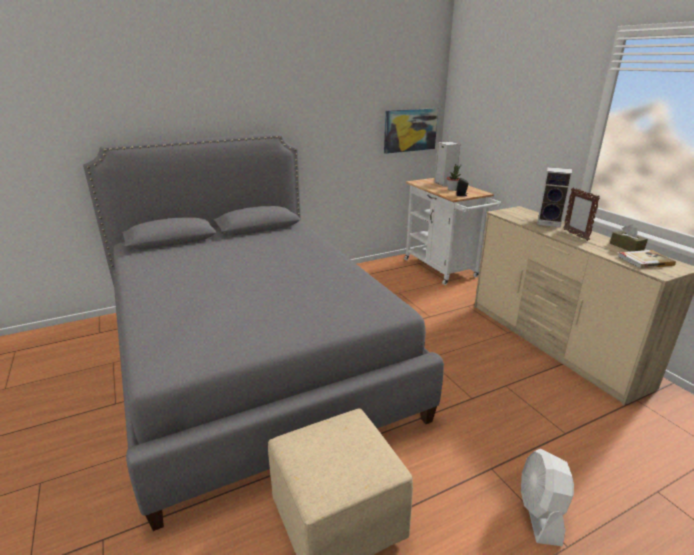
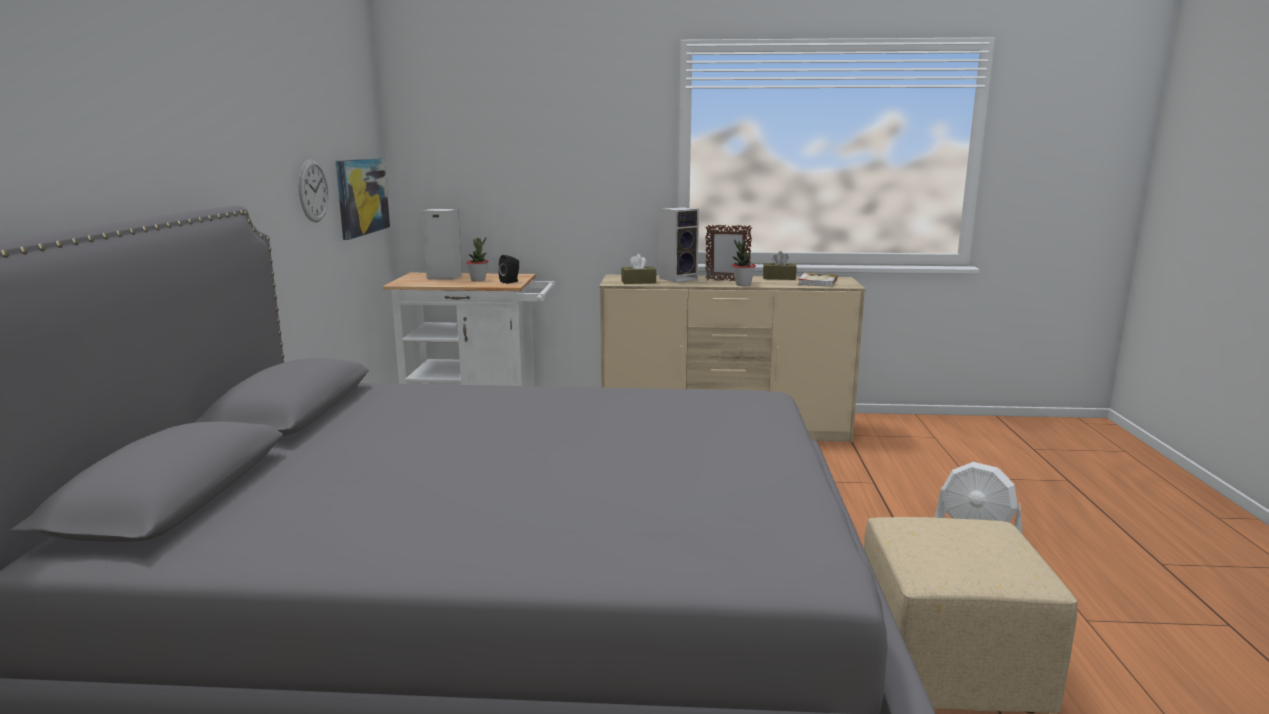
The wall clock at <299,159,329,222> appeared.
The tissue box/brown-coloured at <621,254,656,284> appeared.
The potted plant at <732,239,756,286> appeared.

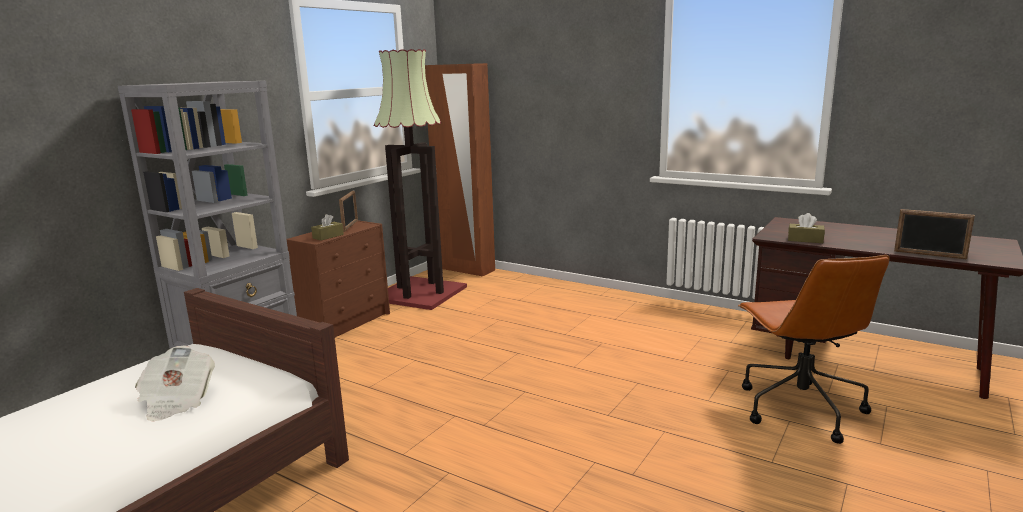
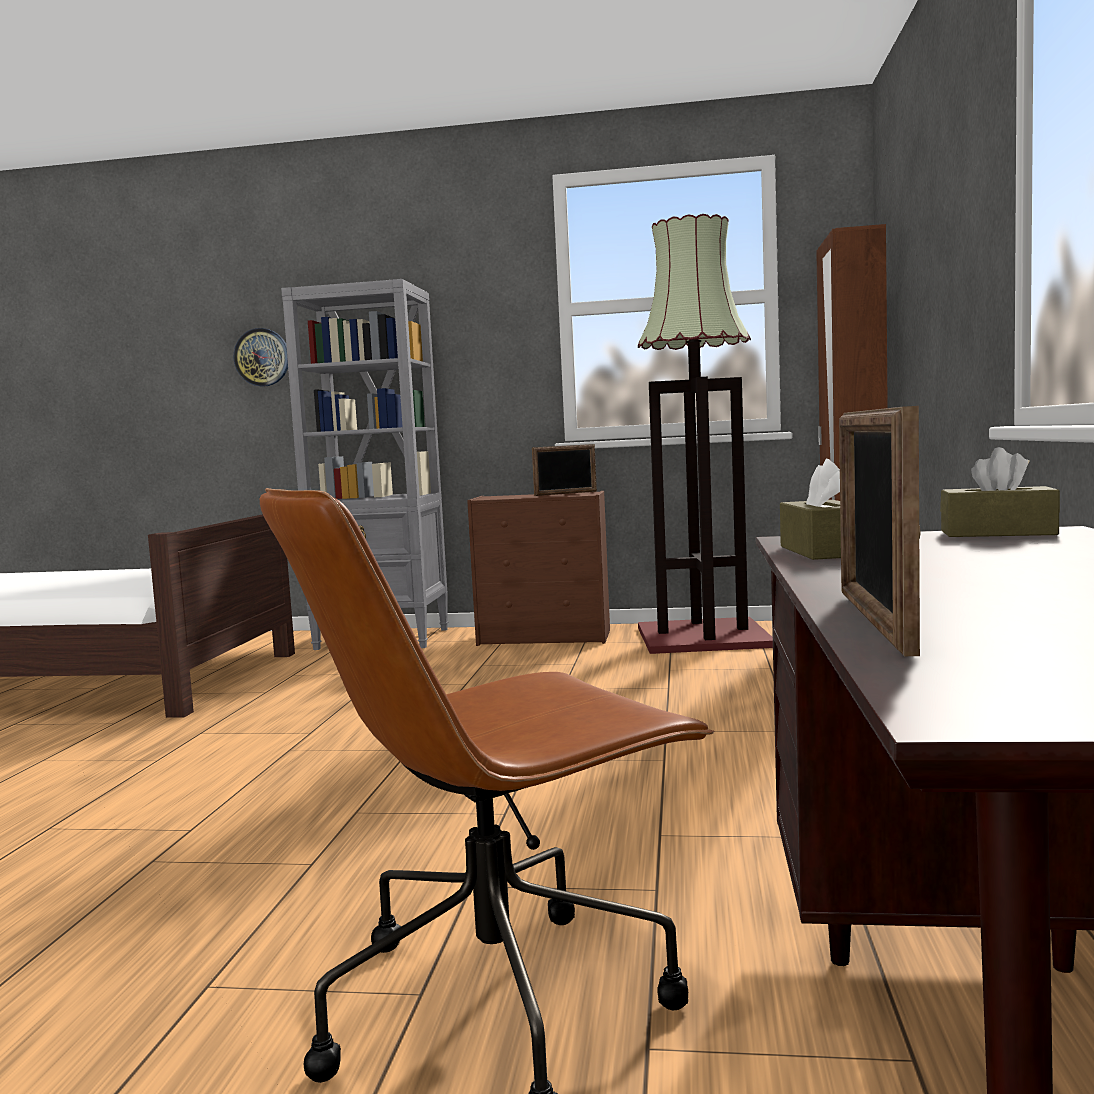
The newspaper at <135,346,215,422> disappeared.
The tissue box/brown-coloured moved from <311,214,344,241> to <940,447,1060,537>.
The wall clock at <234,328,288,387> appeared.

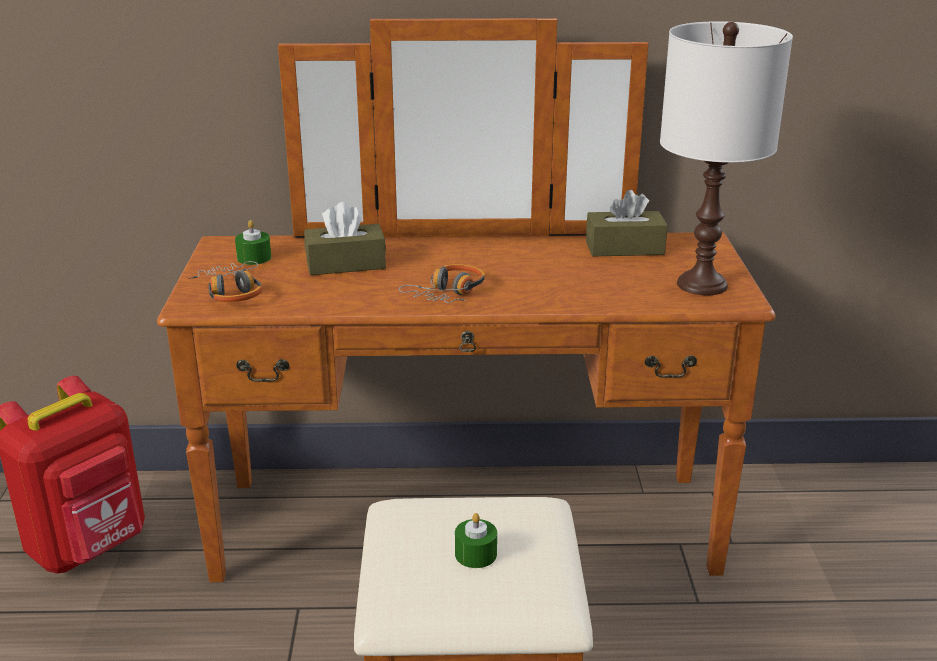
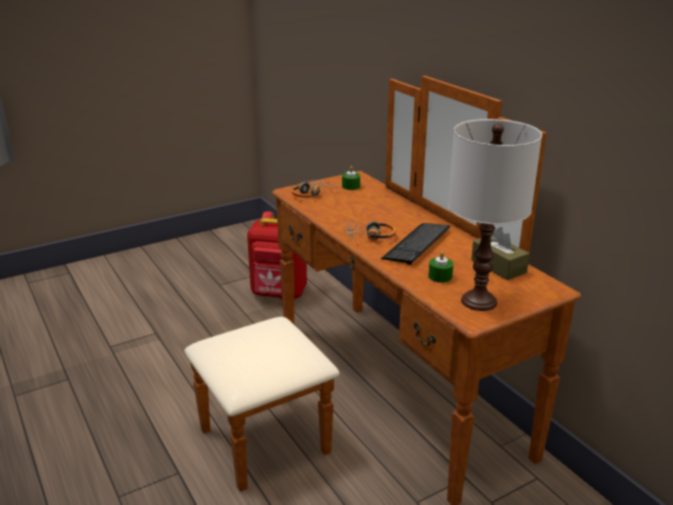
The tissue box/brown-coloured at <304,202,386,275> disappeared.
The wax light/green moved from <455,513,497,568> to <428,251,454,283>.
The PC keyboard at <381,223,450,265> appeared.

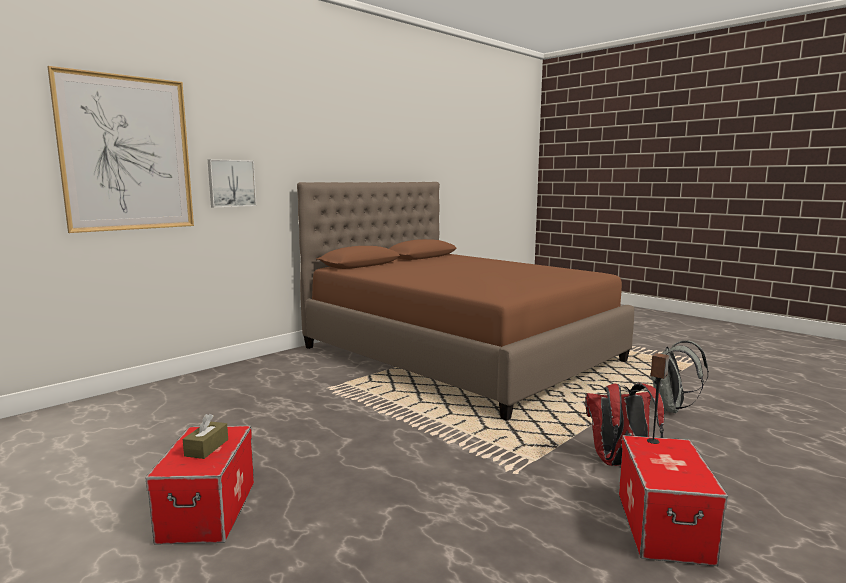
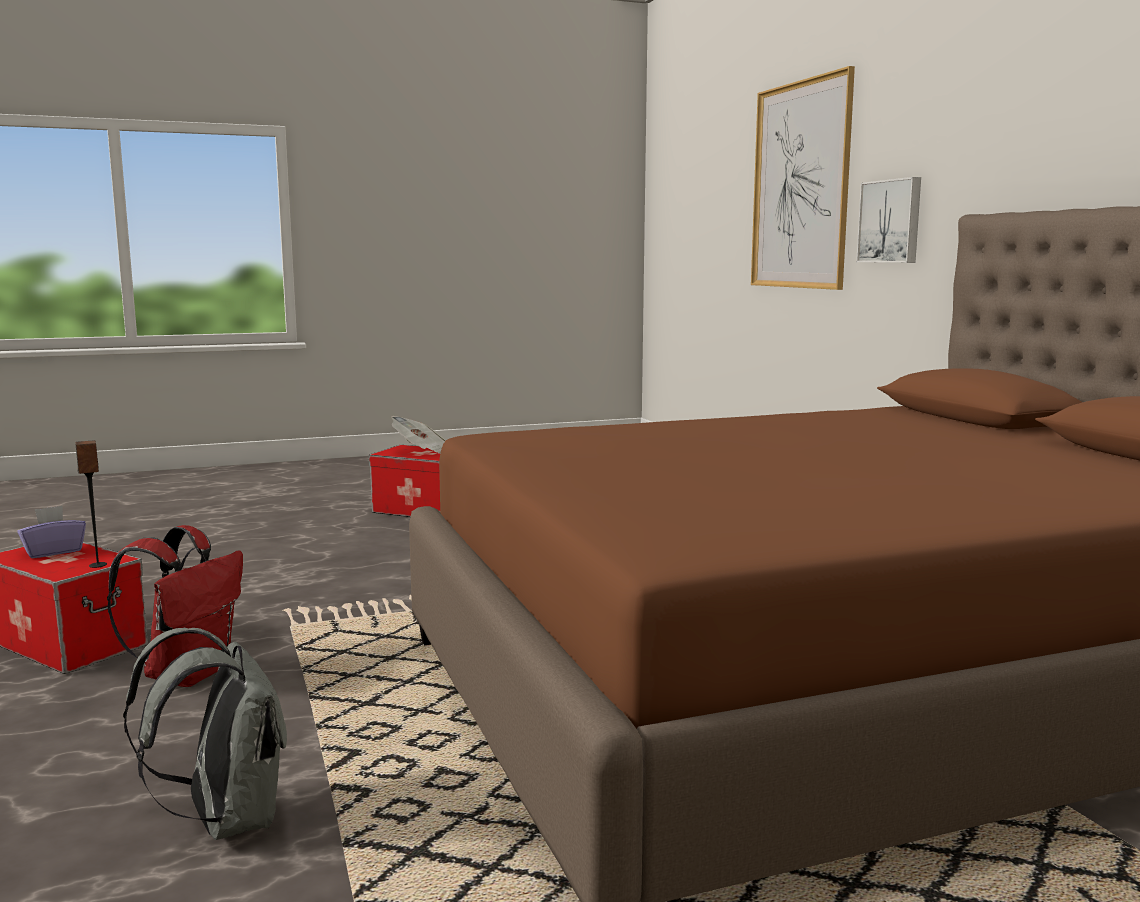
The tissue box/brown-coloured at <183,414,228,459> was replaced by the newspaper at <391,416,446,454>.
The tissue box/purplish at <17,506,86,558> appeared.

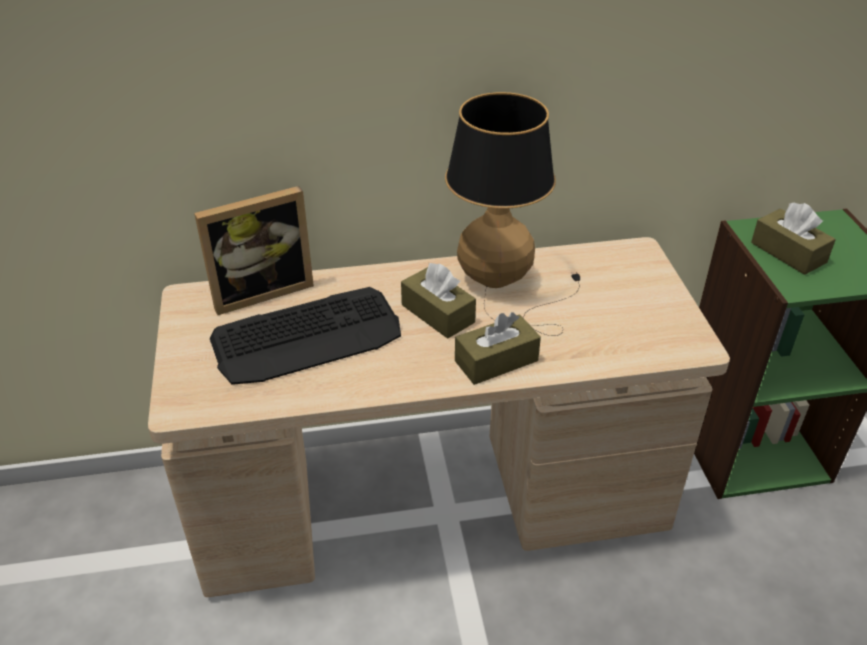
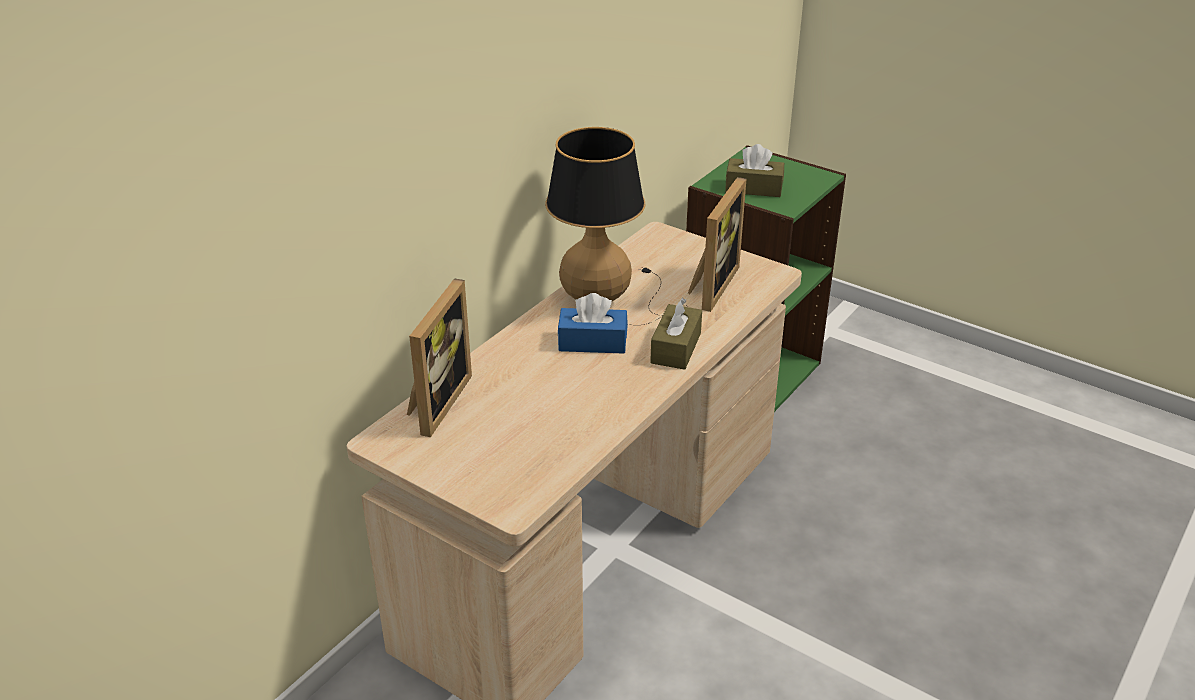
The PC keyboard at <210,287,401,385> disappeared.
The tissue box/brown-coloured at <401,263,476,339> became the tissue box/blue-coloured at <558,293,628,354>.
The standing frame at <688,177,746,312> appeared.

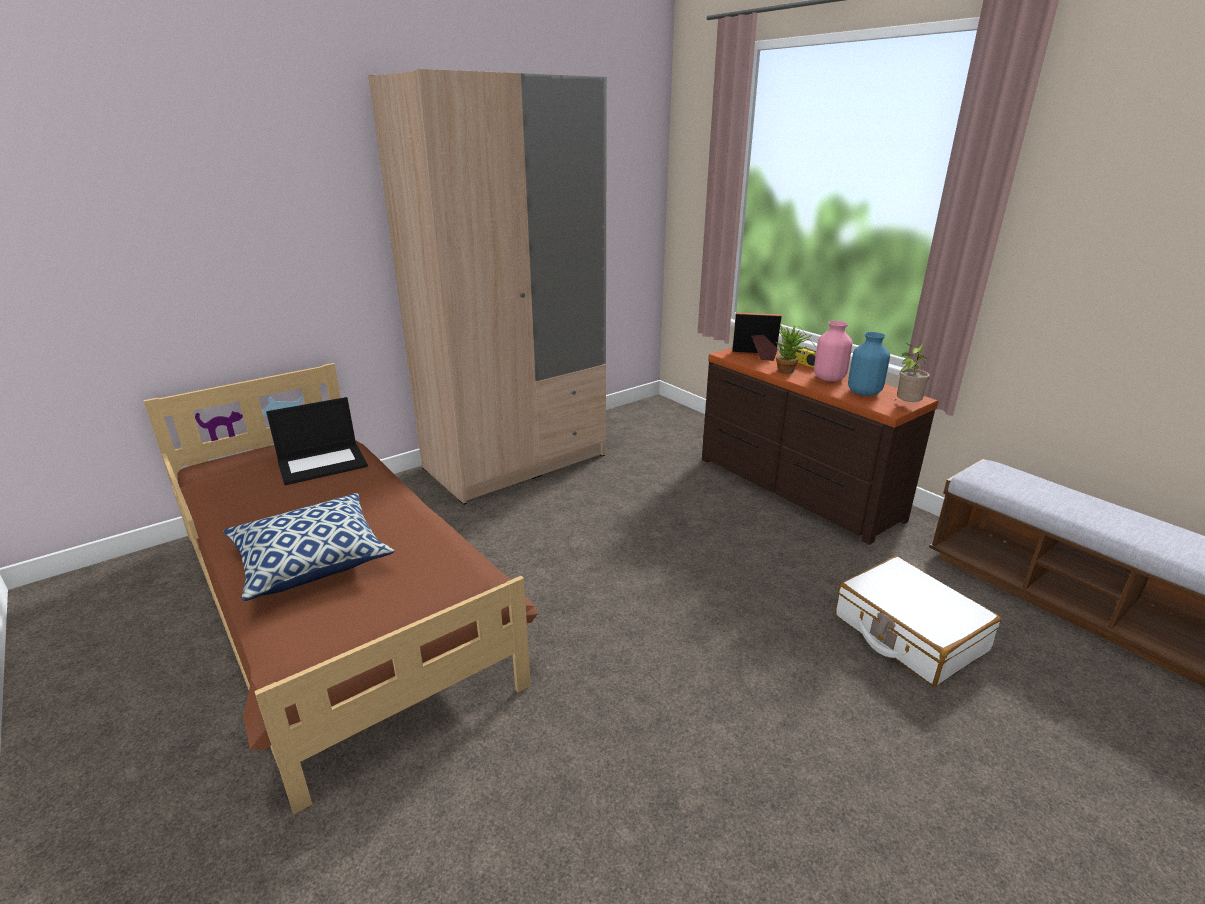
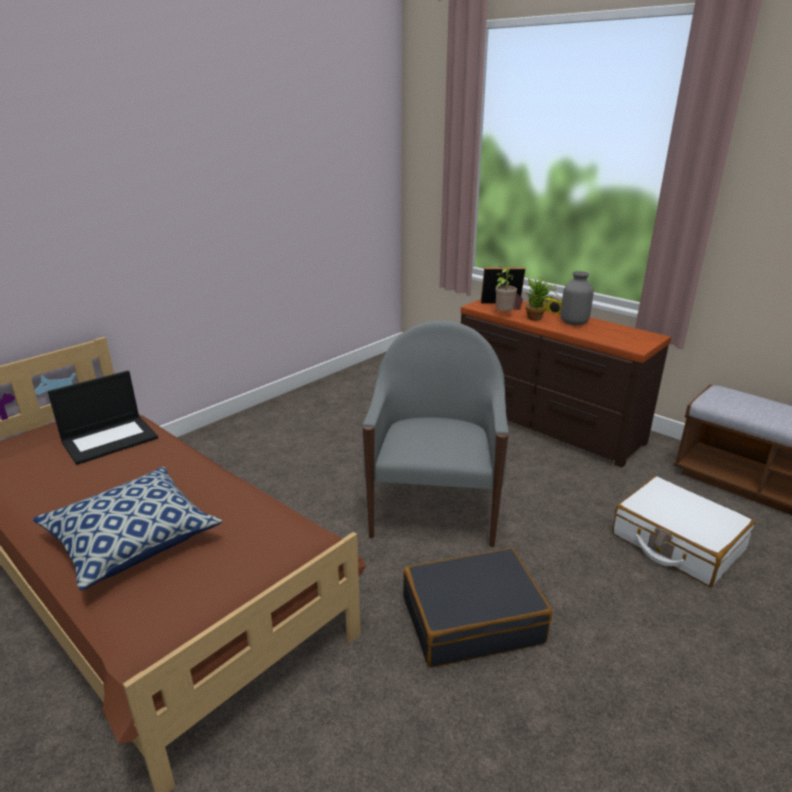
The clothes cupboard/beige at <368,69,607,505> disappeared.
The vase/pink at <814,321,853,381> became the vase/gray at <561,271,594,325>.
The vase/blue-coloured at <848,332,890,396> disappeared.
The potted plant moved from <895,343,930,402> to <495,265,517,312>.
The lounge chair/gray at <362,321,509,547> appeared.
The piece of luggage/black-coloured at <403,548,552,668> appeared.

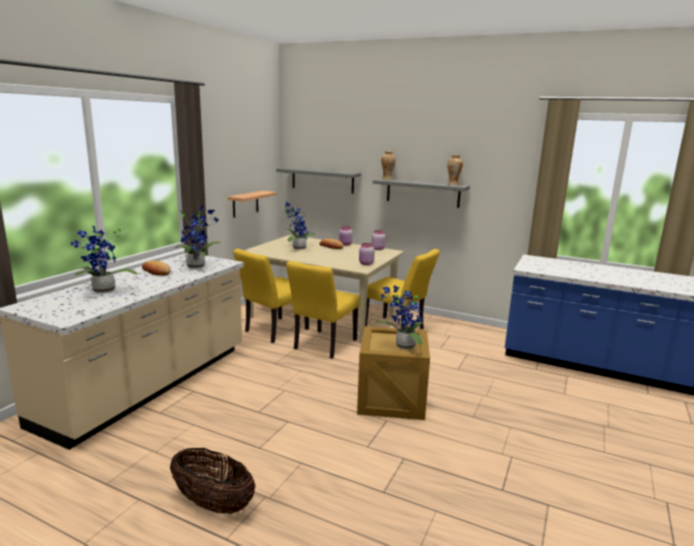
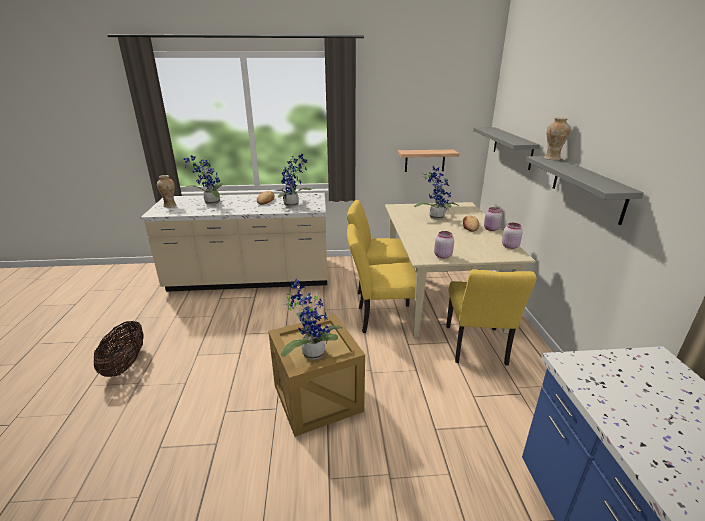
The vase moved from <447,155,463,185> to <157,175,176,208>.

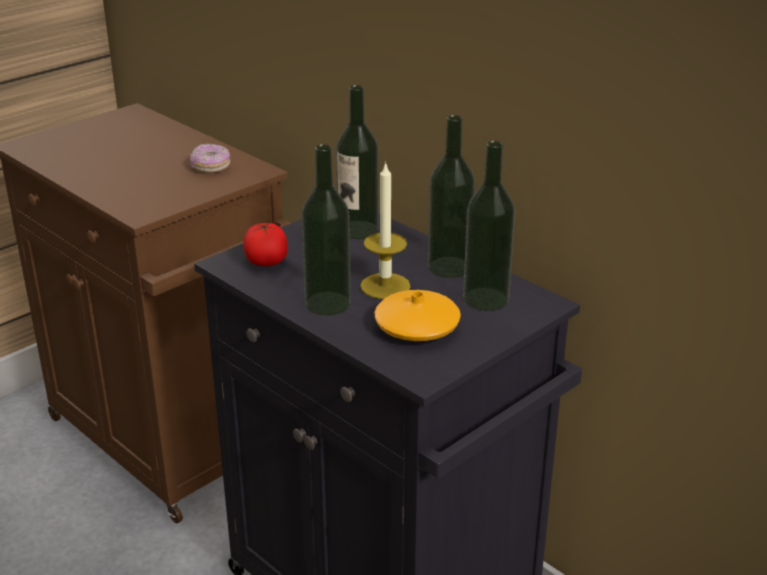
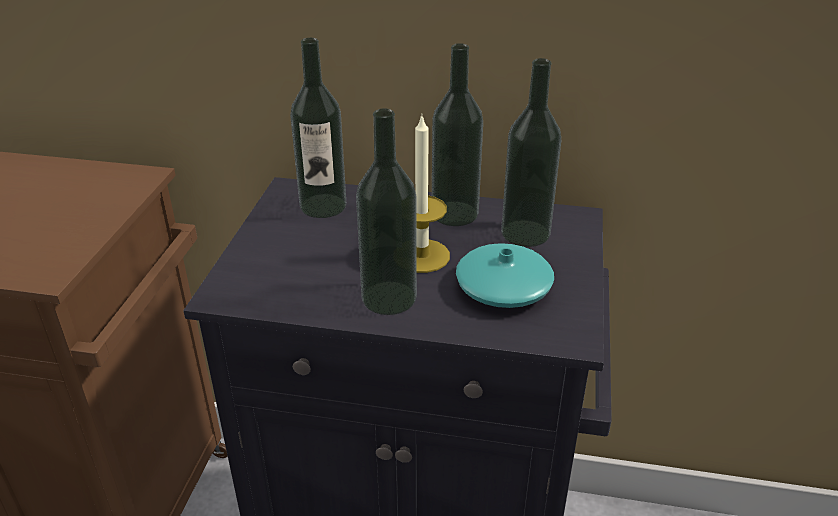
The donut at <190,144,230,173> disappeared.
The tomato at <243,222,288,266> disappeared.
The vase/orangey at <374,290,461,341> became the vase/turquoise at <456,243,554,308>.

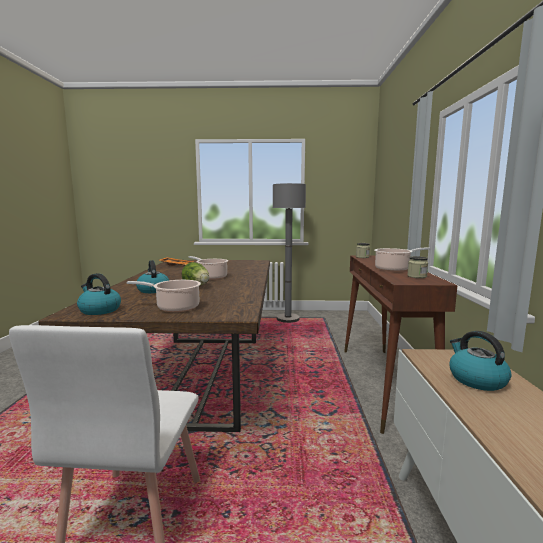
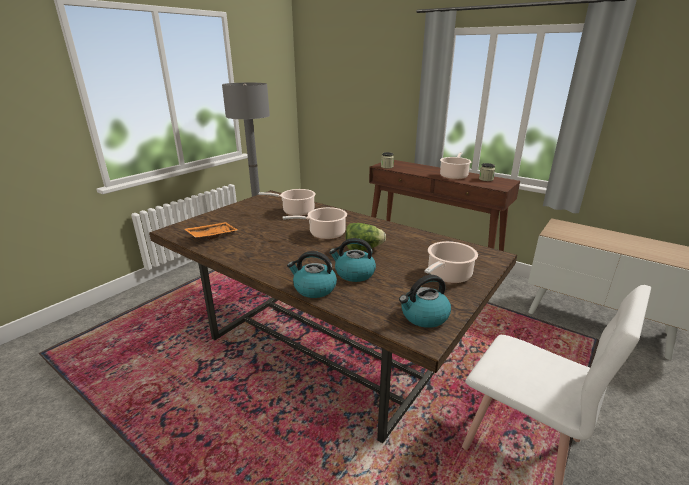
The tea kettle moved from <449,331,511,391> to <287,251,337,298>.
The stockpot at <258,189,316,216> appeared.

